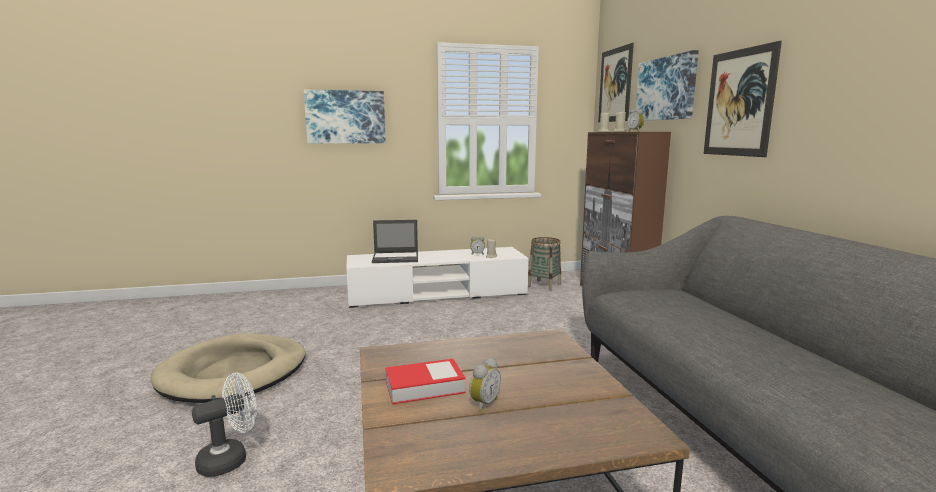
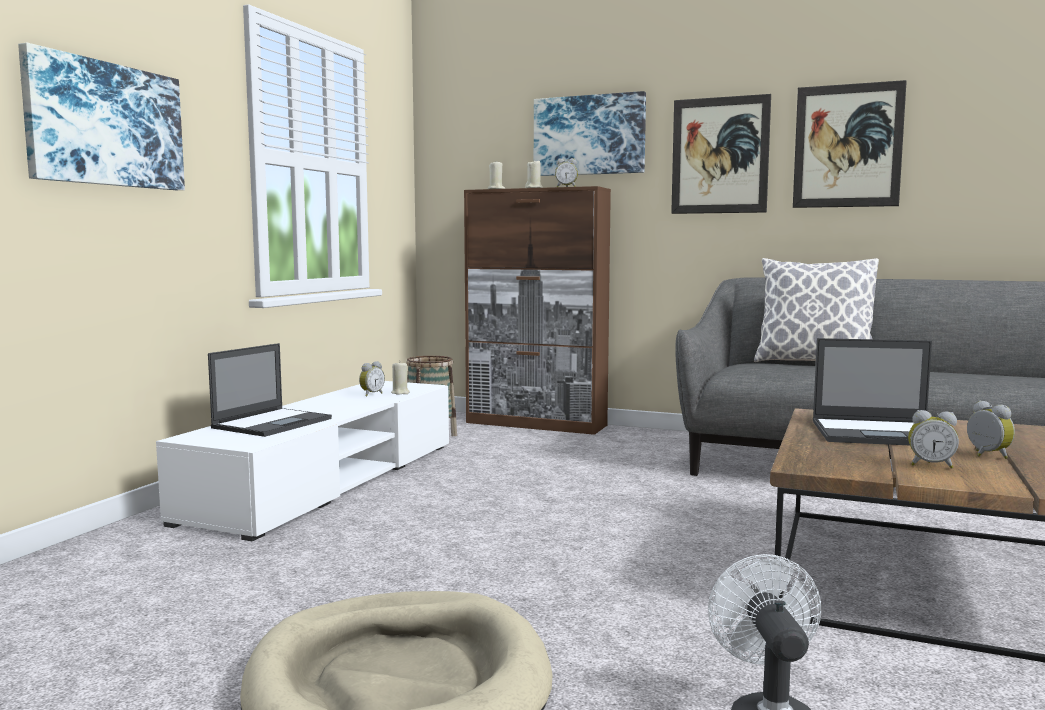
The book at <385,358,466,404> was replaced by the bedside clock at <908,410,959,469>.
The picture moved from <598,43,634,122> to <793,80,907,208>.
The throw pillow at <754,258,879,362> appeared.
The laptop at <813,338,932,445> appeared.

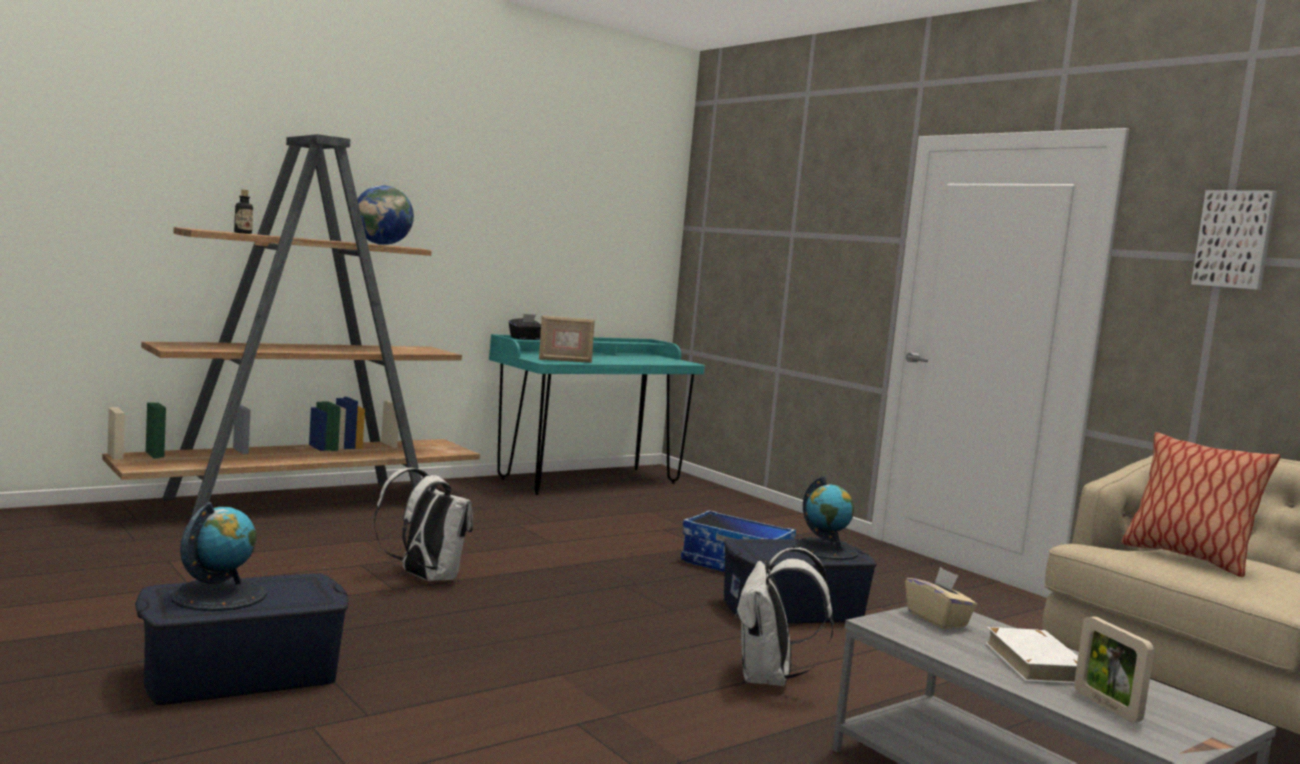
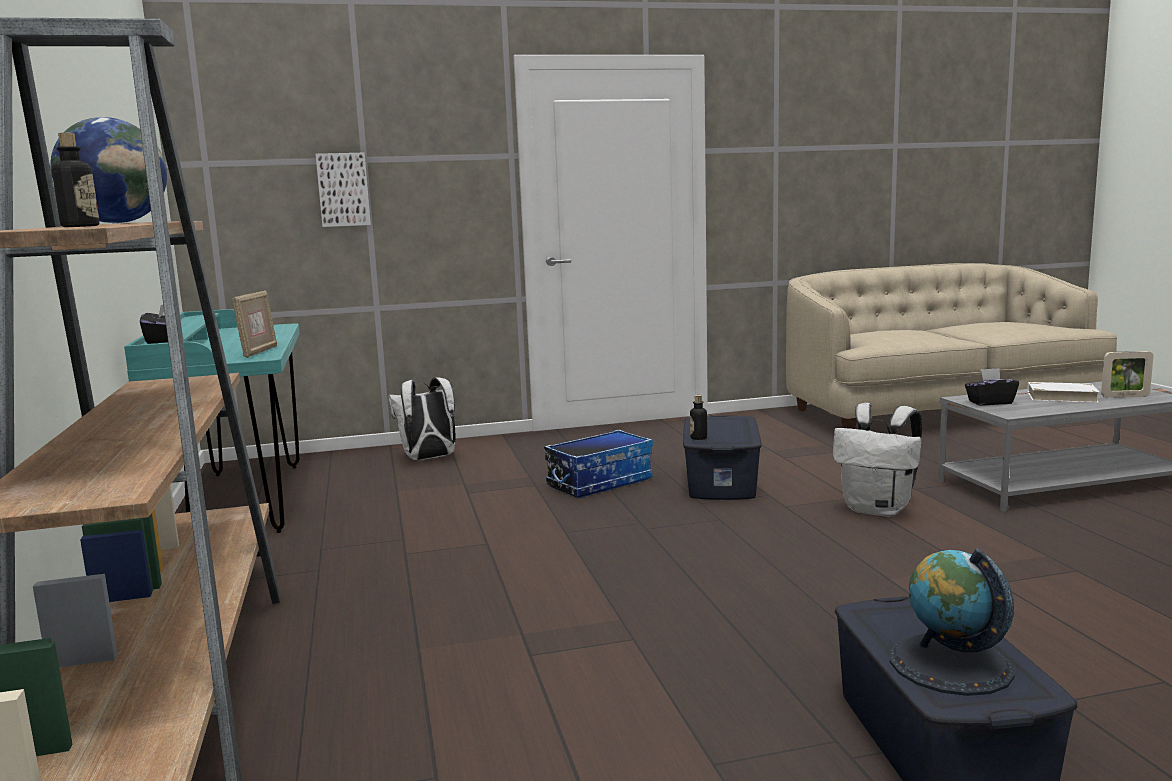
The knapsack/white moved from <374,468,473,581> to <388,377,456,460>.
The world globe at <793,476,859,560> disappeared.
The tissue box/beige at <905,567,977,629> became the tissue box/black-coloured at <965,368,1019,406>.
The throw pillow at <1122,432,1280,577> disappeared.
The picture moved from <1191,190,1277,290> to <316,152,371,227>.
The beverage bottle at <690,395,707,440> appeared.

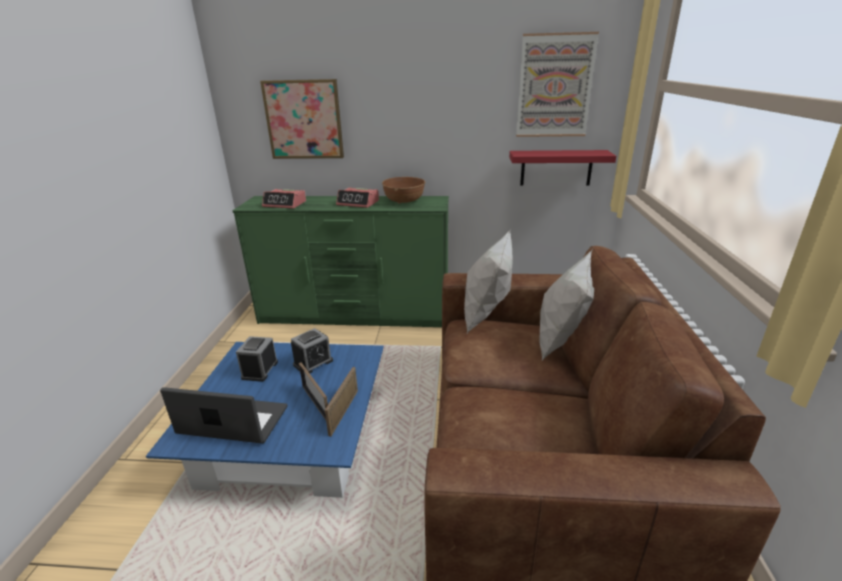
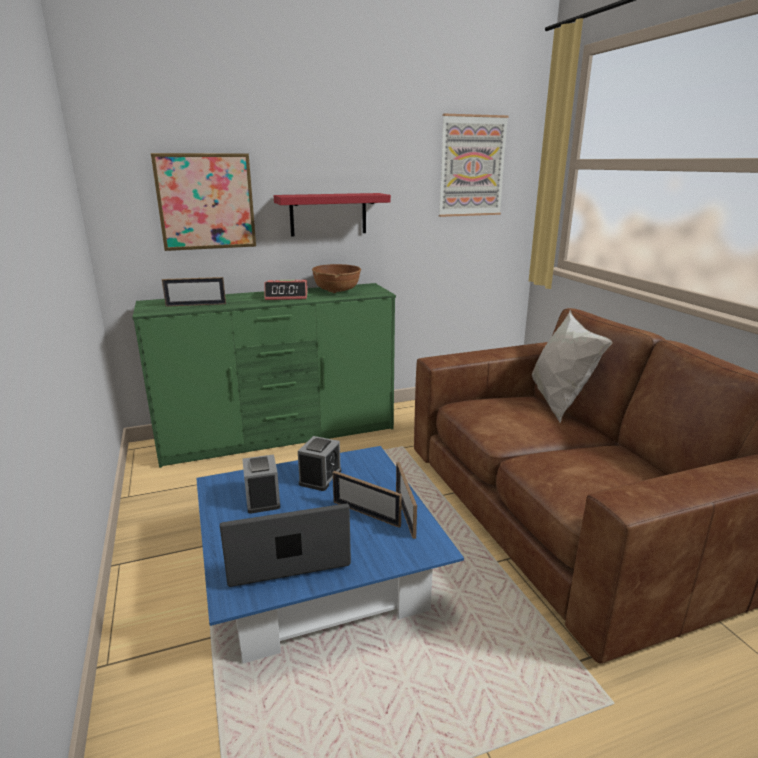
The bedside clock at <262,189,306,209> was replaced by the standing frame at <162,277,226,307>.
The throw pillow/white at <464,230,513,333> disappeared.
The bracket shelf/reddish moved from <509,150,616,186> to <274,193,391,236>.

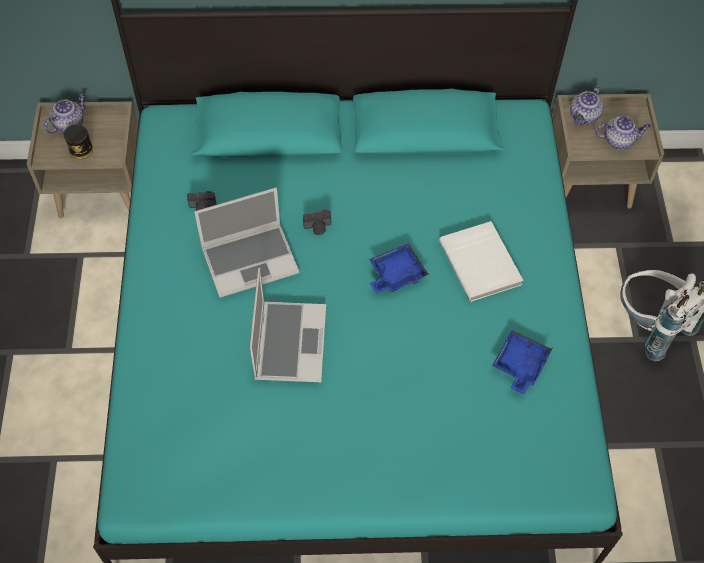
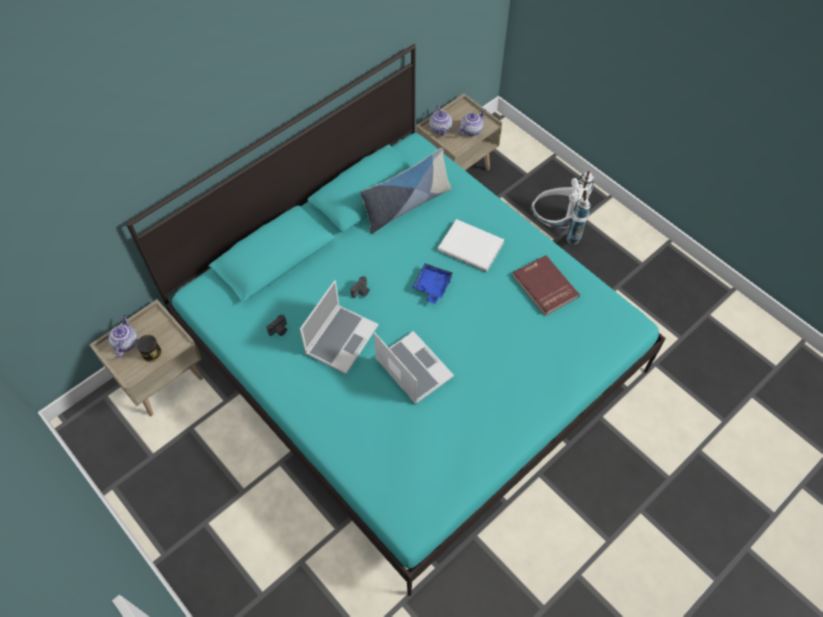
The tray/blue-coloured at <492,330,552,394> was replaced by the book/reddish at <512,255,580,316>.
The throw pillow at <360,148,451,233> appeared.

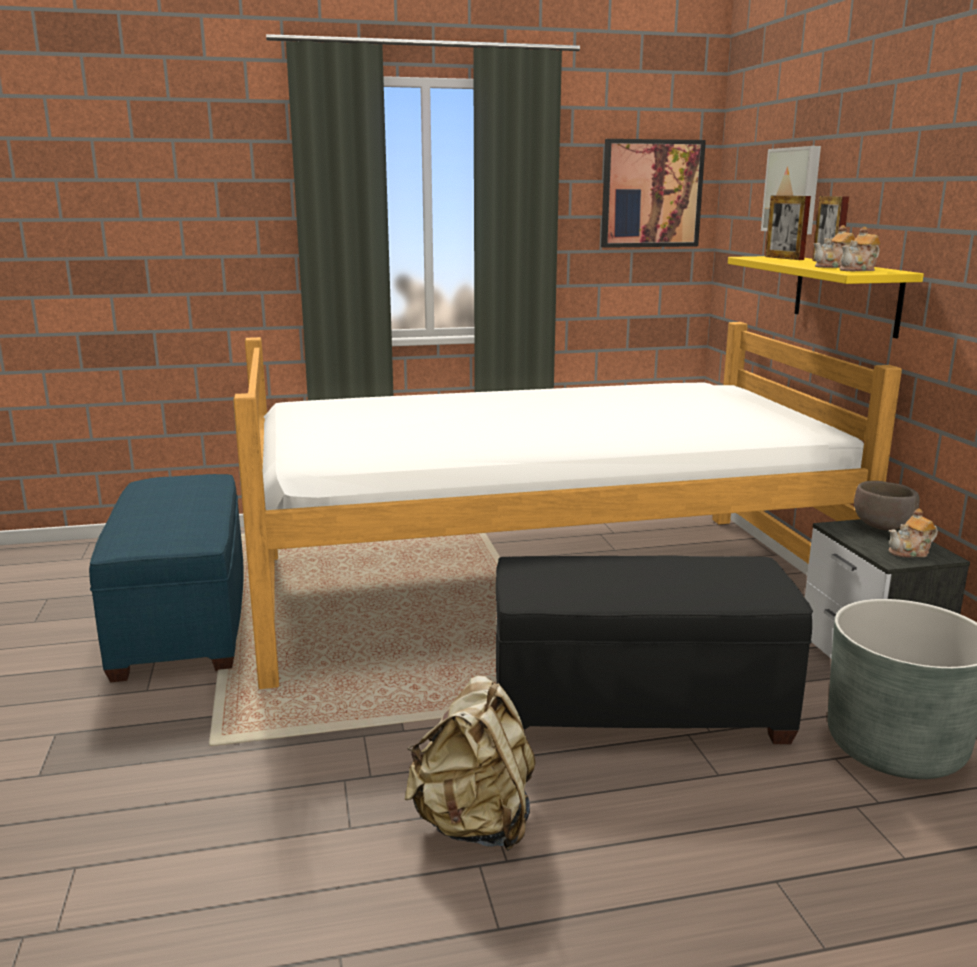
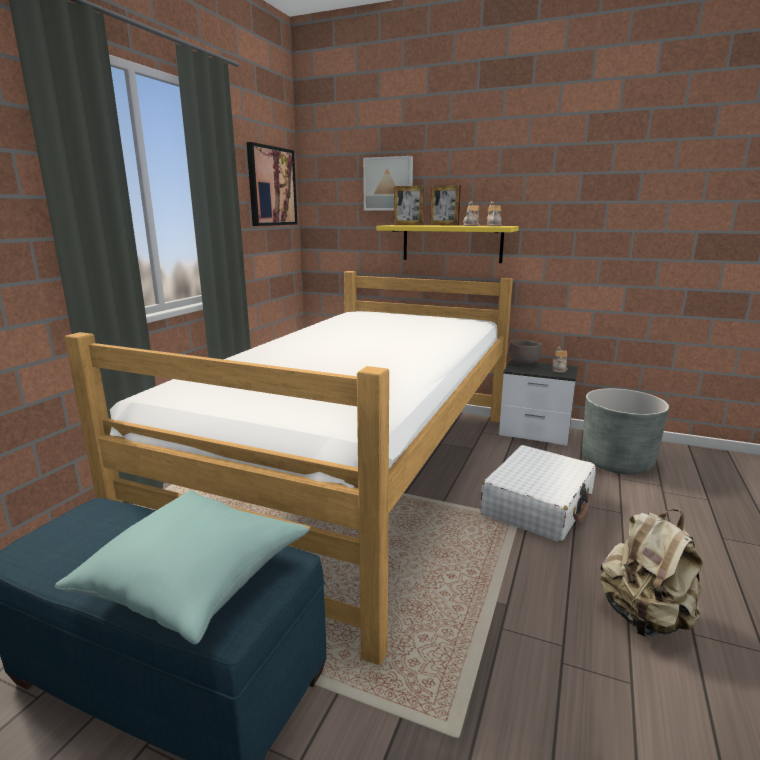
The ottoman/black-coloured at <496,556,813,744> was replaced by the piece of luggage/white at <480,445,596,542>.
The throw pillow/turquoise at <55,491,309,644> appeared.

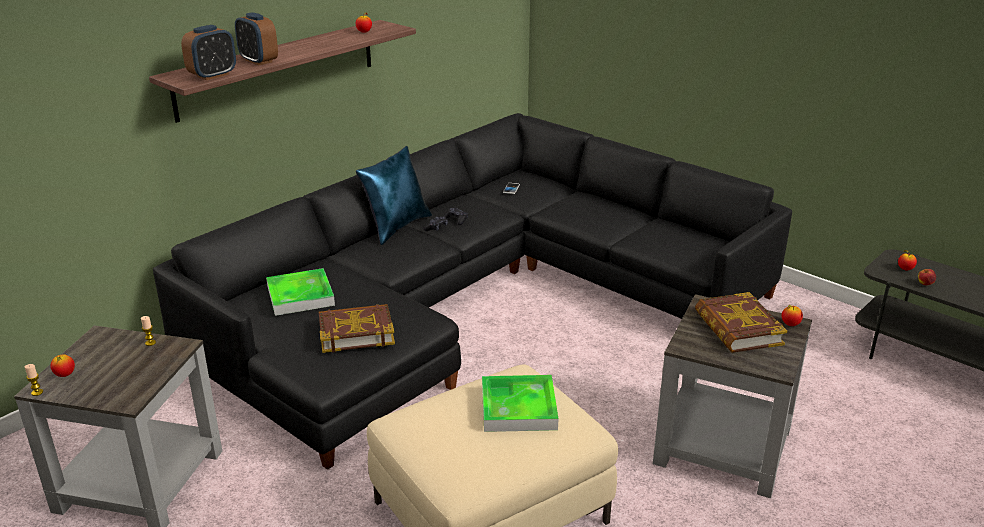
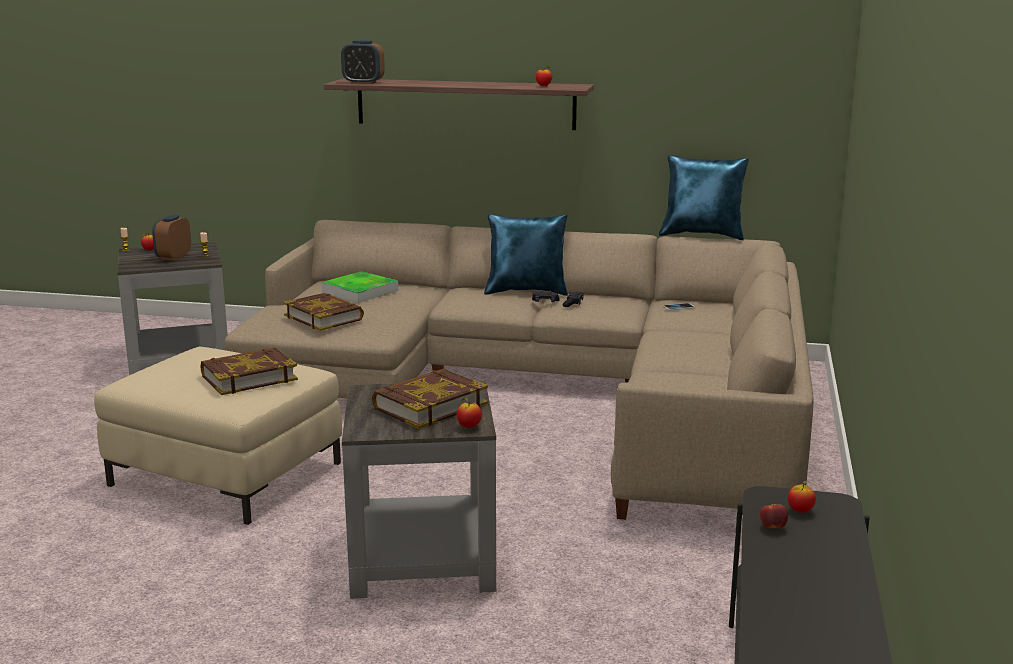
The couch/black-coloured at <153,113,792,470> became the couch/beige at <224,220,814,520>.
The bedside clock moved from <235,12,278,65> to <152,215,191,261>.
The tray at <482,375,559,432> was replaced by the book at <200,348,298,395>.
The throw pillow/blue-coloured at <659,155,749,240> appeared.

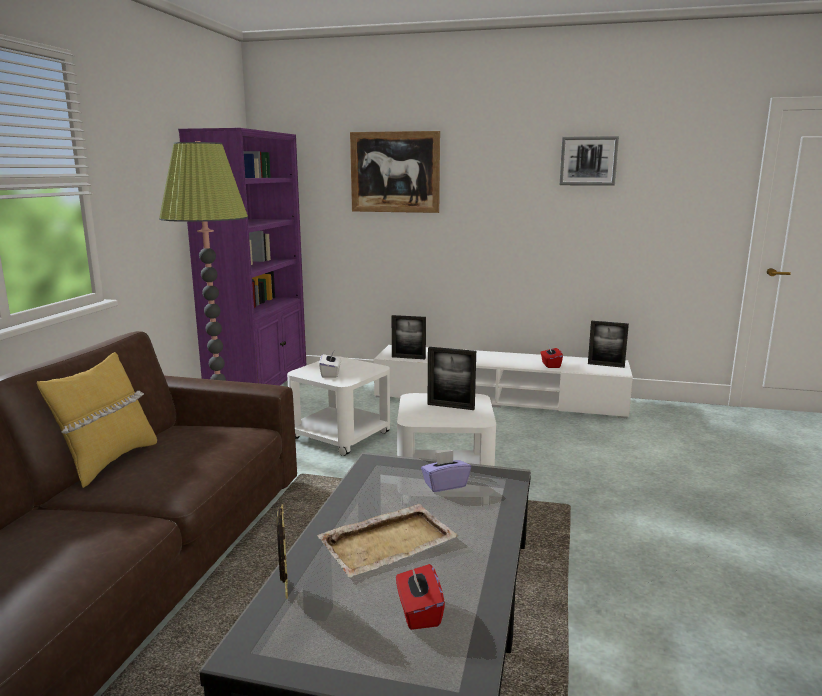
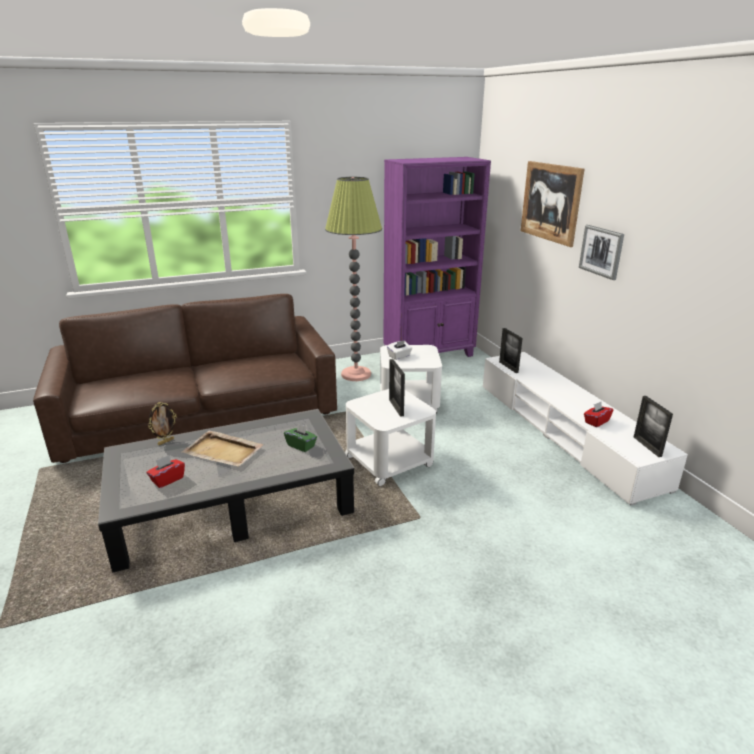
The throw pillow/yellow-coloured at <37,352,157,488> disappeared.
The tissue box/purplish at <421,451,471,492> became the tissue box/green at <284,423,317,452>.
The picture moved from <560,136,619,186> to <579,225,624,280>.

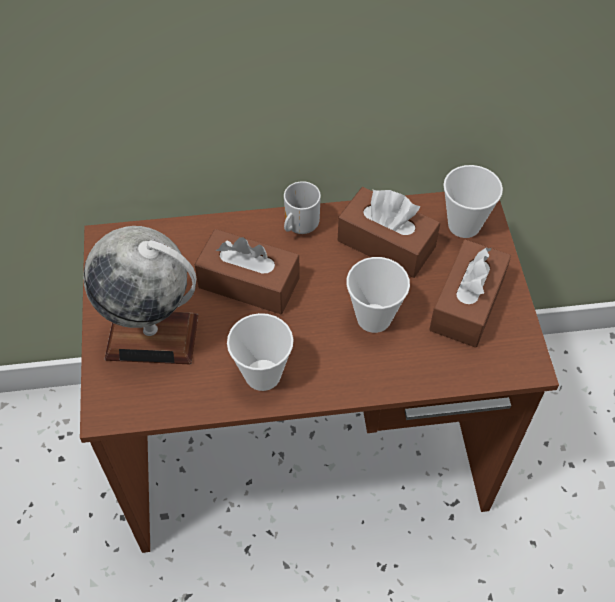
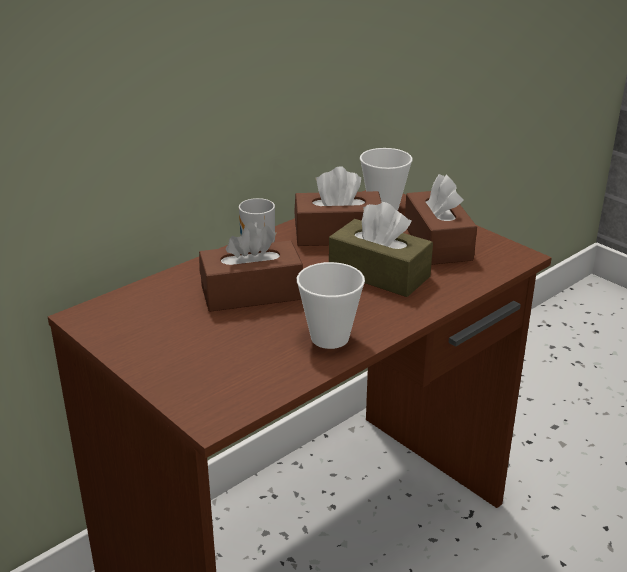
The world globe at <83,226,198,364> disappeared.
The drinking cup at <346,257,410,333> was replaced by the tissue box/brown-coloured at <329,202,433,297>.

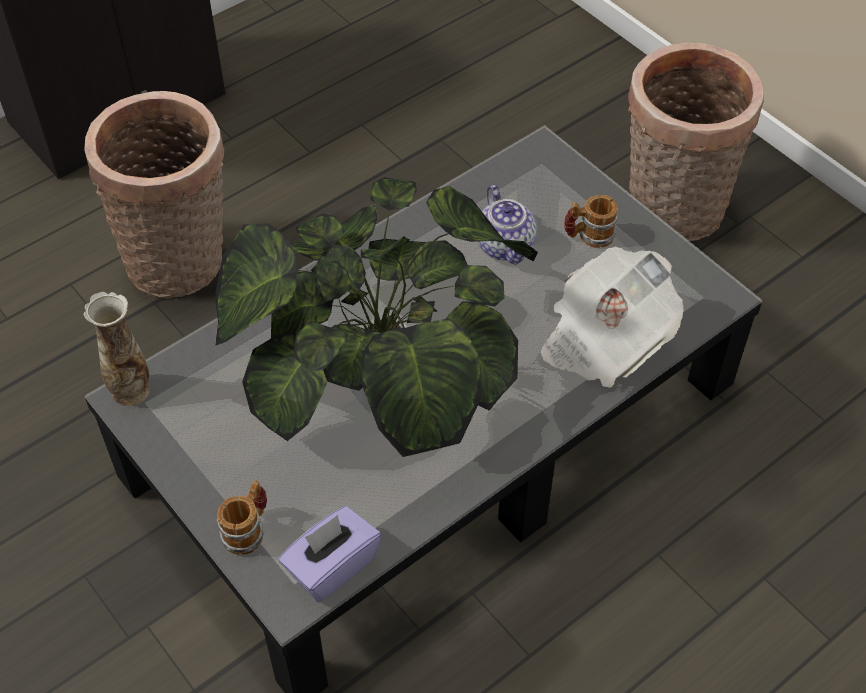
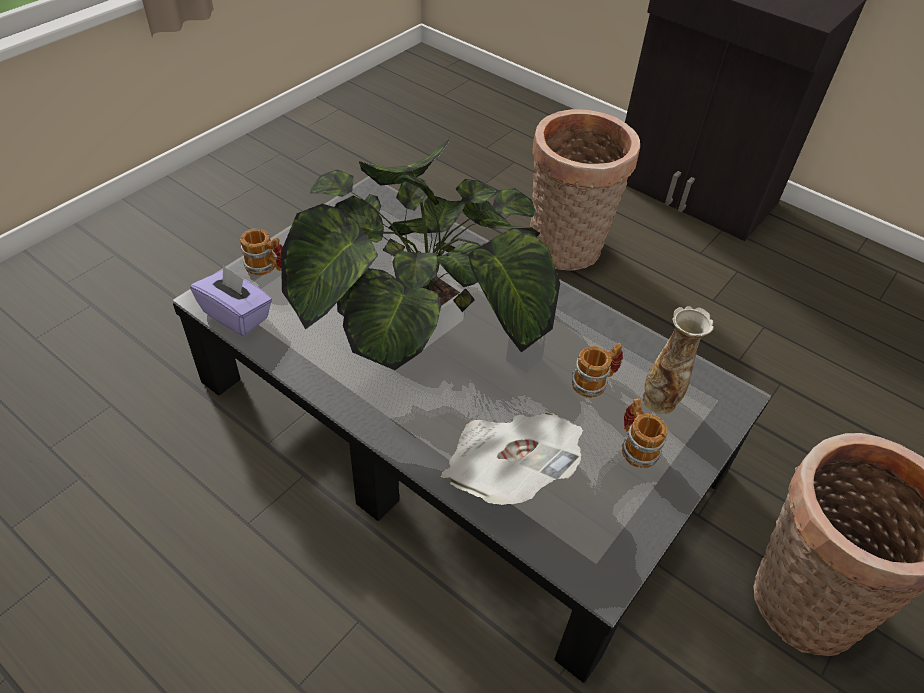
The vase moved from <83,292,150,406> to <642,306,714,414>.
The tea pot at <478,185,537,265> was replaced by the tea mug at <572,343,623,398>.

